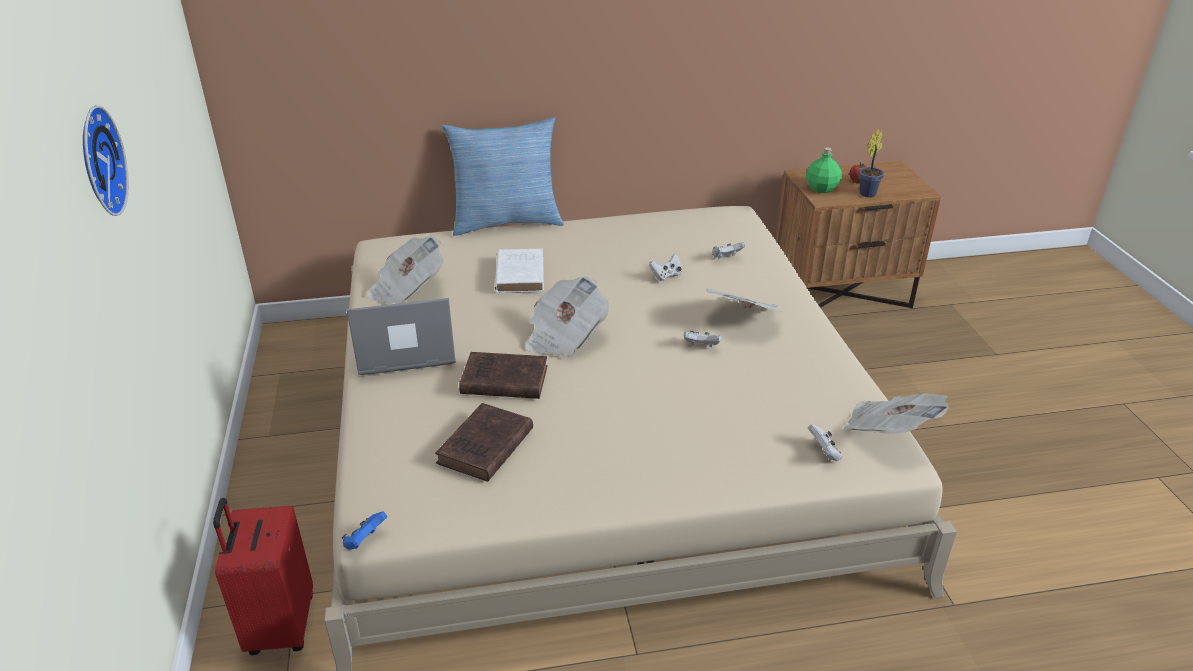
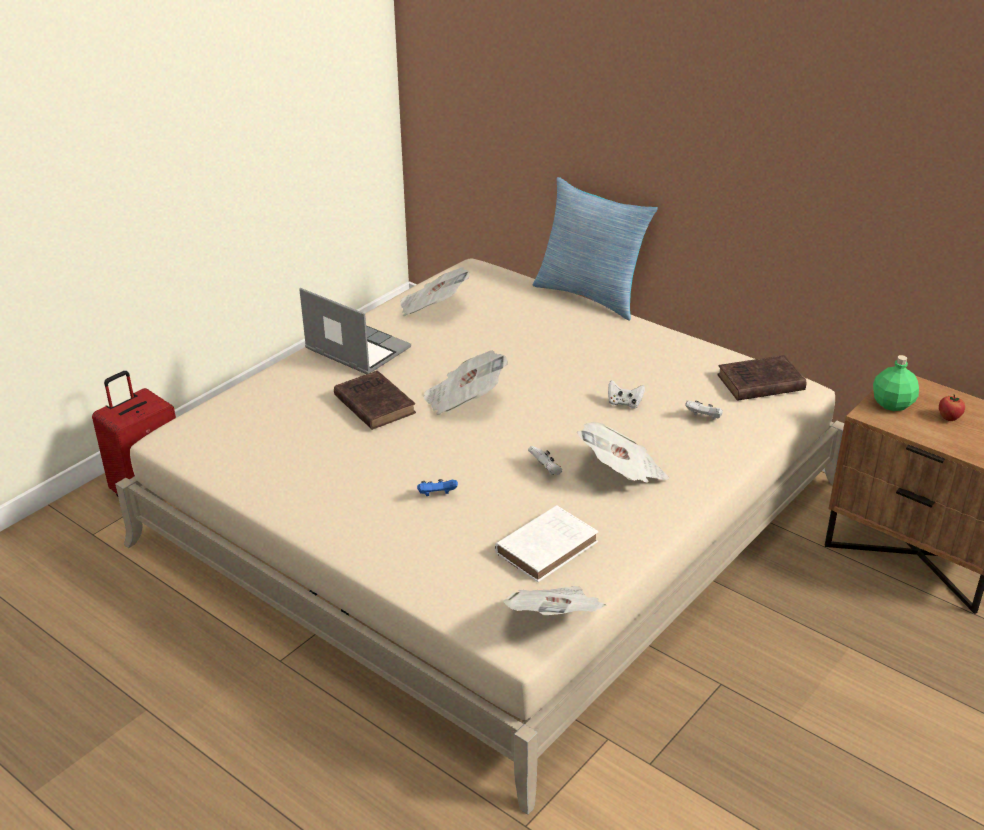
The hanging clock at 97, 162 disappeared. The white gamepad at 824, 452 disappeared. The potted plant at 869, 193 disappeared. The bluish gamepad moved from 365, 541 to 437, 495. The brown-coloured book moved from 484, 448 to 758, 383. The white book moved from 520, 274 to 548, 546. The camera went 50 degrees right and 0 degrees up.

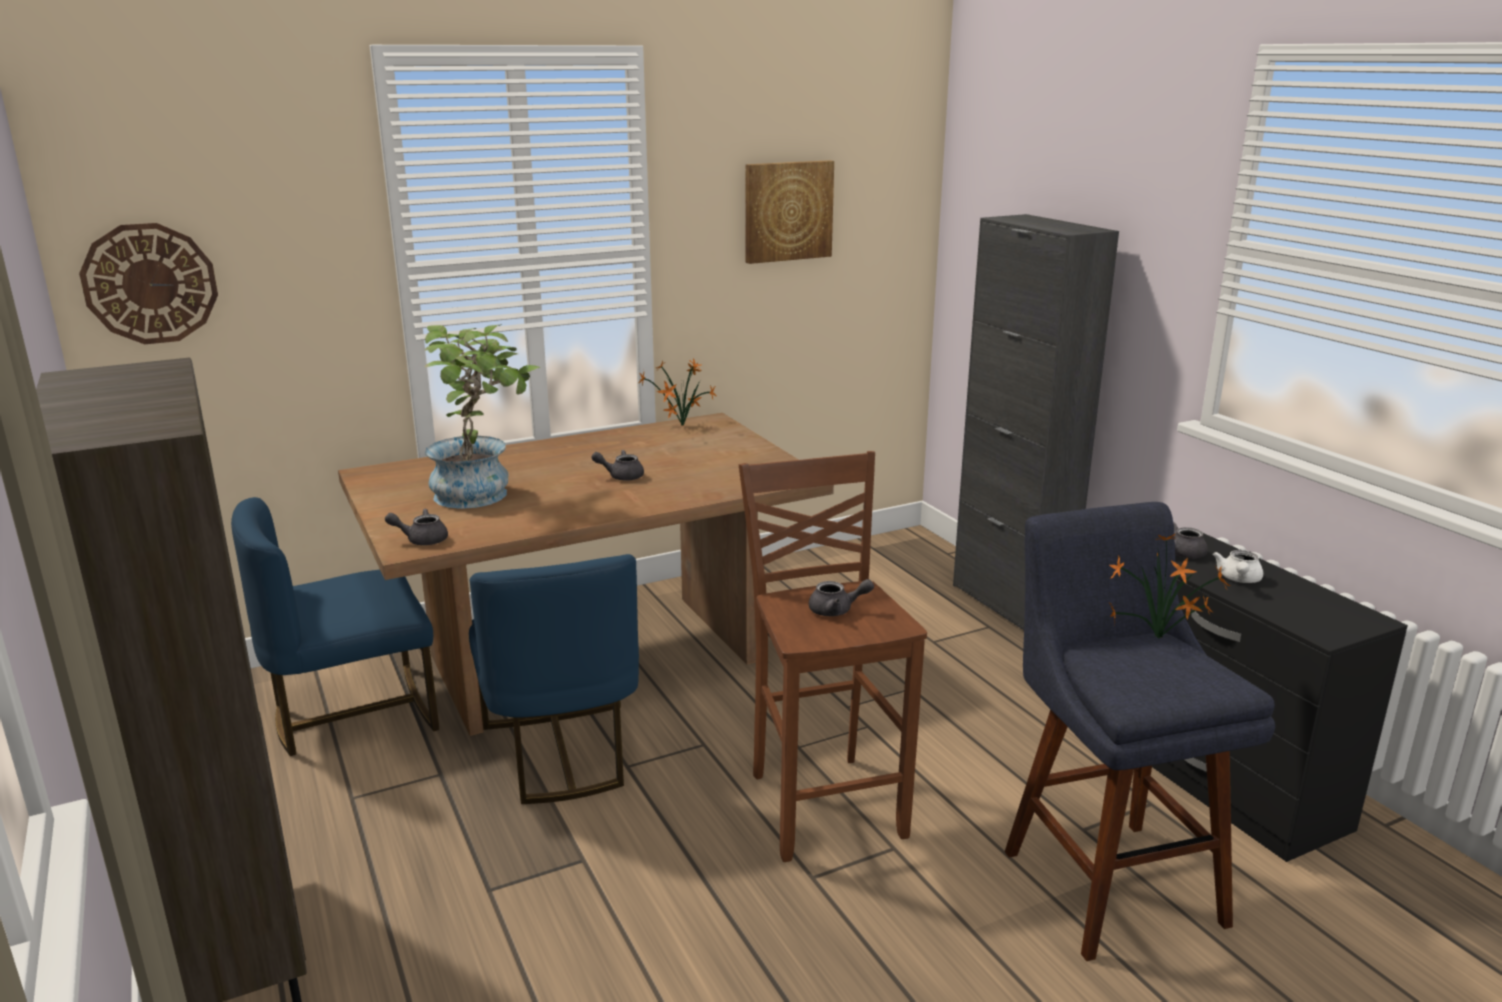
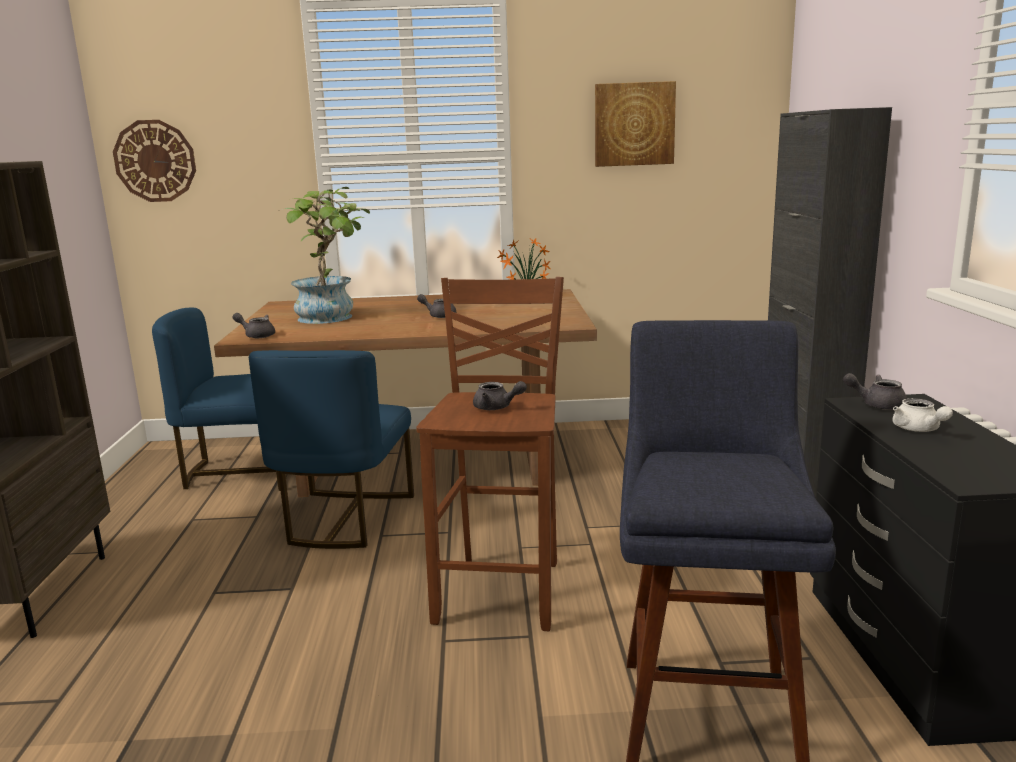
The potted plant at 1162, 639 disappeared. The white pot for tea at 1238, 579 turned 60 degrees counterclockwise. The camera went 25 degrees right and 5 degrees down.

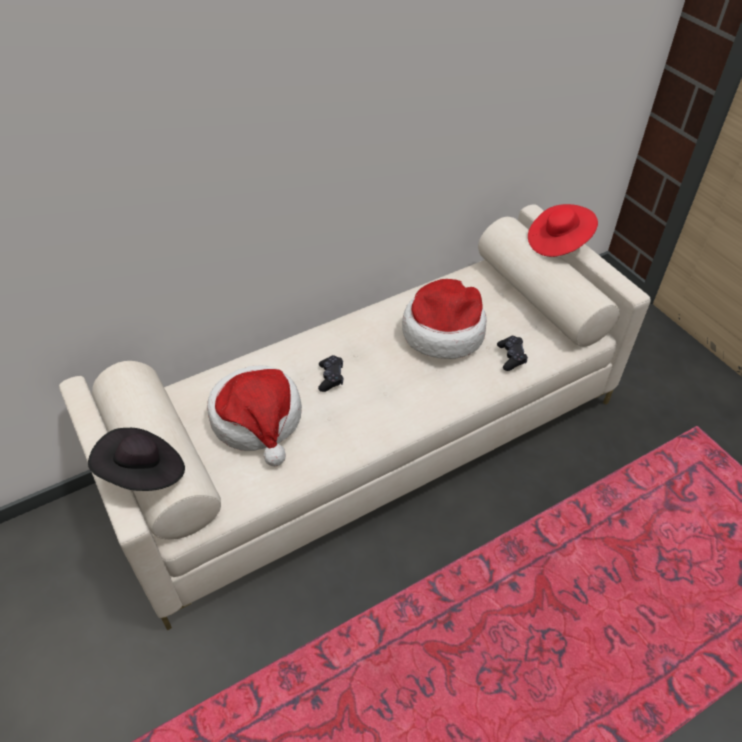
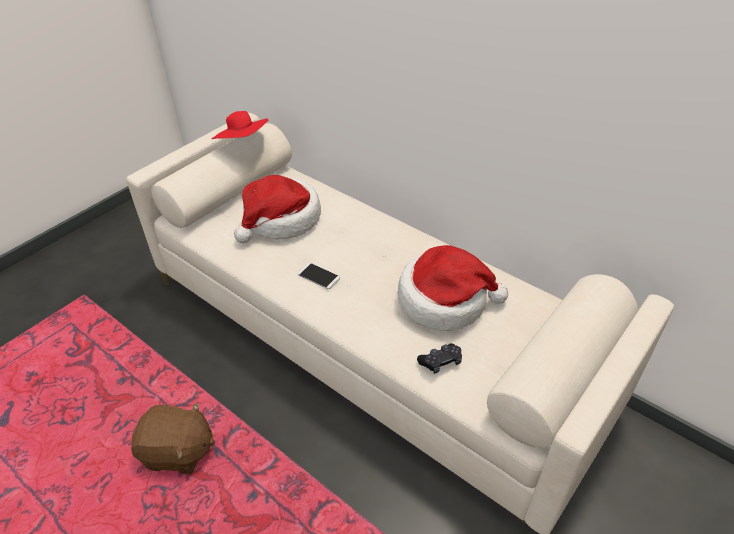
The black clothing hat at 144, 473 disappeared. The black gamepad at 331, 377 disappeared. The brown-coloured plush toy at 178, 452 appeared. The handset at 318, 276 appeared. The reddish clothing hat moved from 558, 243 to 243, 143. The camera went 70 degrees right and 5 degrees down.

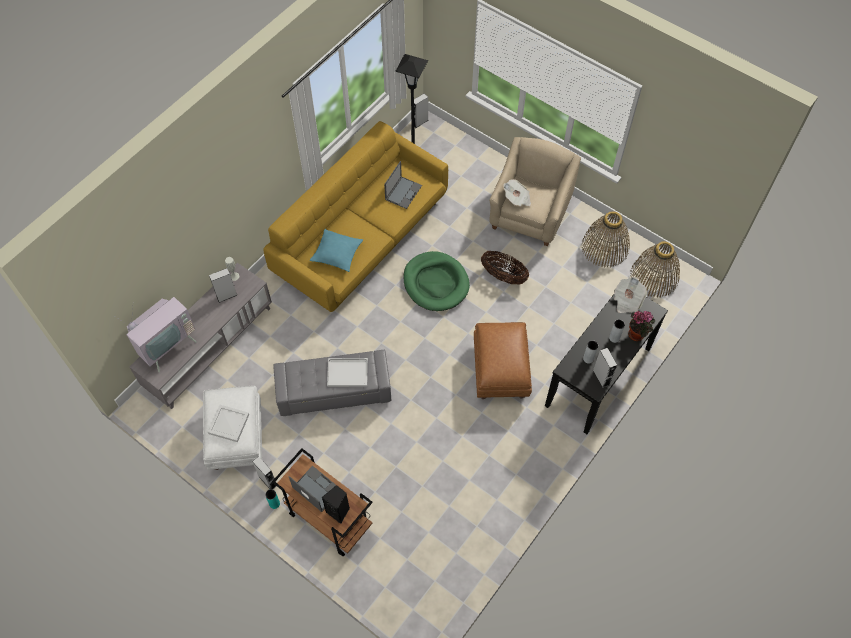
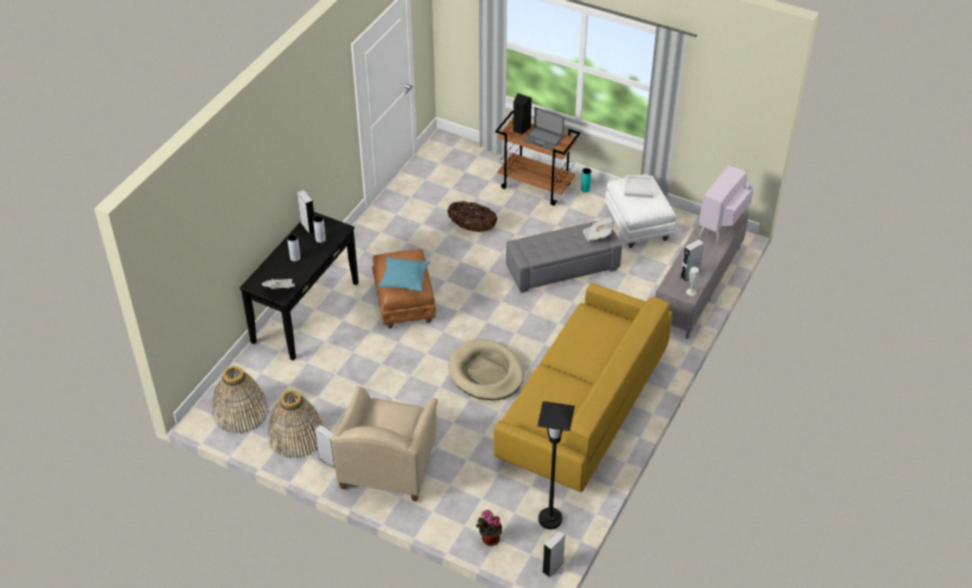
The white tray at 346, 373 disappeared. The portable computer at 403, 192 disappeared. The gray loudspeaker moved from 268, 481 to 329, 460. The blue-green throw pillow moved from 337, 253 to 404, 279. The basket moved from 503, 276 to 472, 227. The printed paper moved from 517, 199 to 597, 235. The potted plant moved from 637, 334 to 489, 539. The greenish dog cushion at 436, 283 became the beige-coloured dog cushion at 486, 373. The camera went 170 degrees right and 15 degrees down.

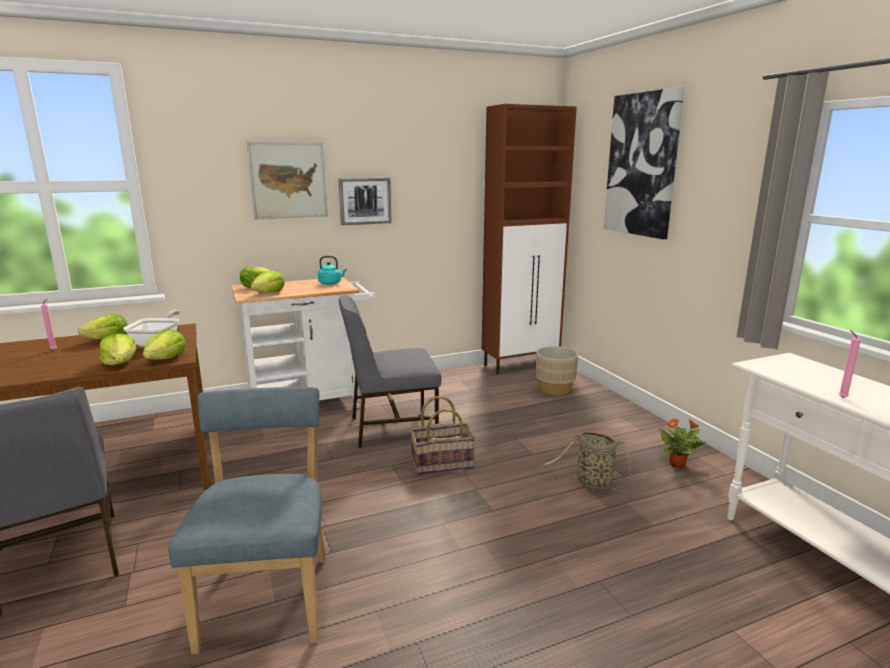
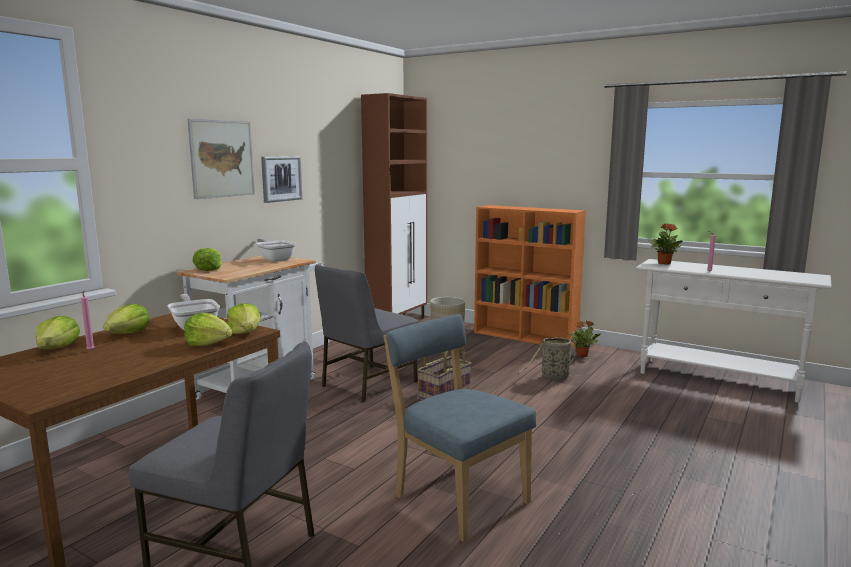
The wall art at 642, 165 disappeared. The orangey shelving unit at 526, 337 appeared. The potted plant at 664, 263 appeared. The head of lettuce moved from 269, 293 to 58, 348. The blue-green kettle at 331, 283 was replaced by the pan at 275, 259. The camera went 35 degrees left and 5 degrees down.

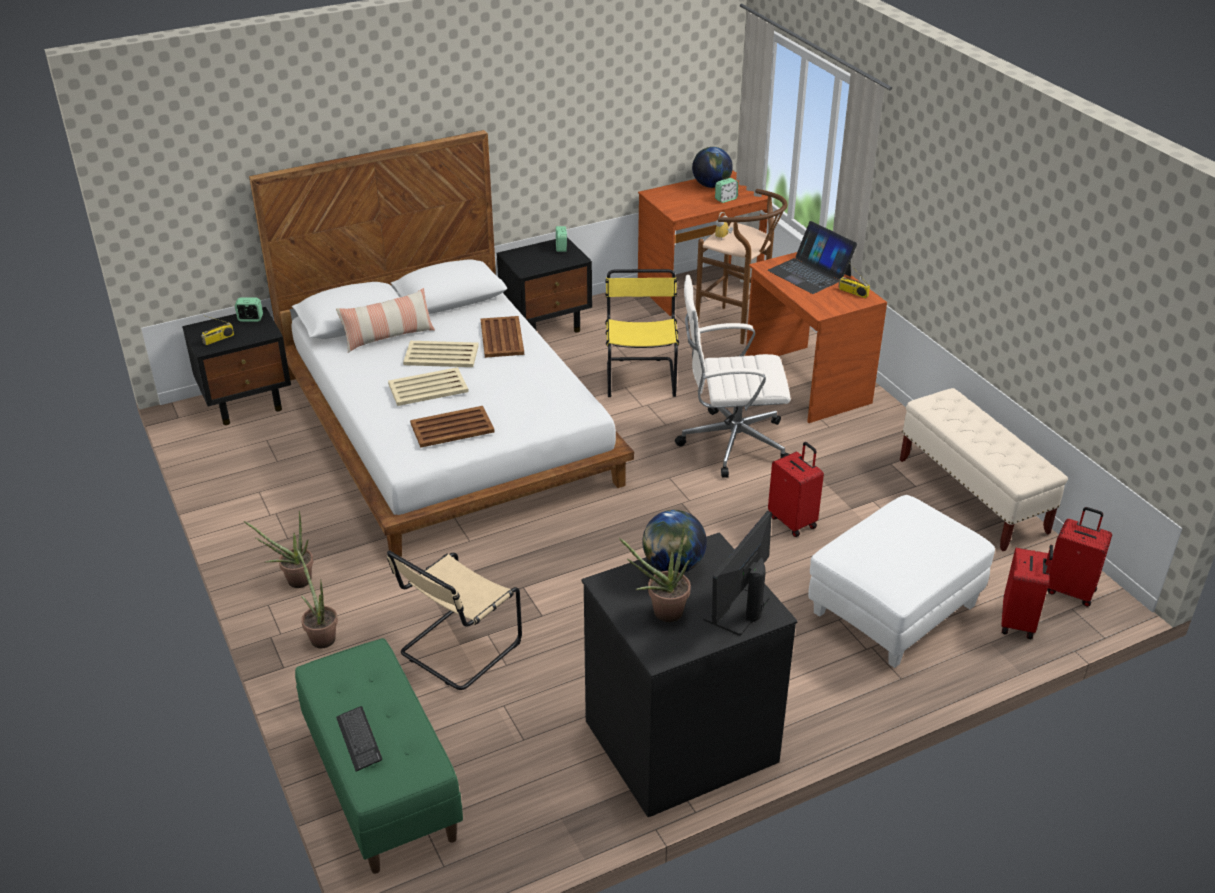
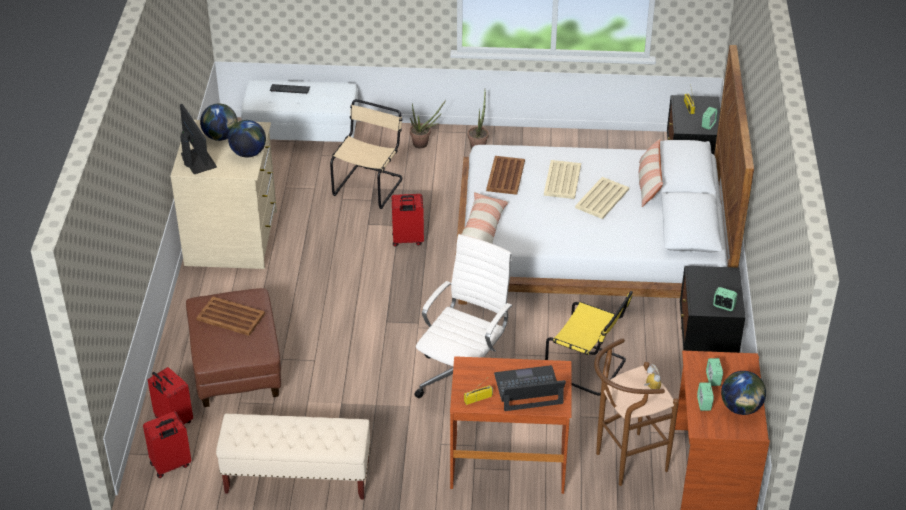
The throw pillow at 483, 227 appeared. The alarm clock at 713, 379 appeared. The brown-coloured tray moved from 502, 337 to 231, 317. The reddish travel case moved from 793, 521 to 407, 240. The potted plant at 661, 613 was replaced by the desk globe at 221, 136. The greenish indoor bench at 380, 783 became the white indoor bench at 303, 137. The black drawer chest at 679, 739 became the beige-coloured drawer chest at 233, 238. The white ottoman at 893, 610 became the brown-coloured ottoman at 236, 369. The beige-coloured chair at 457, 650 turned 45 degrees clockwise. The camera went 120 degrees right and 5 degrees up.

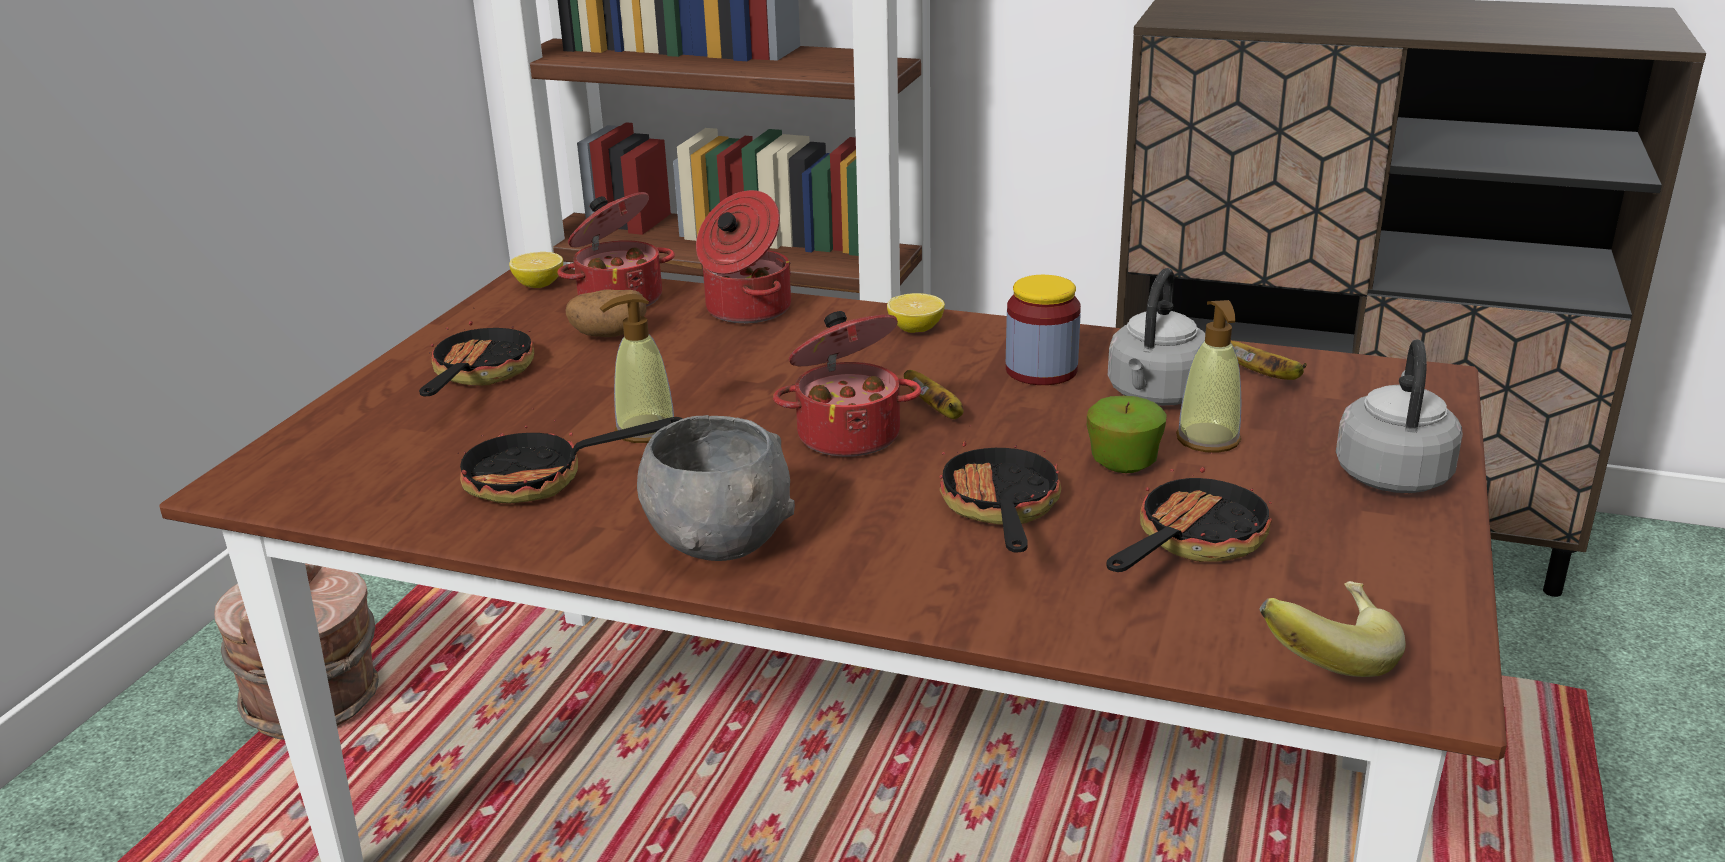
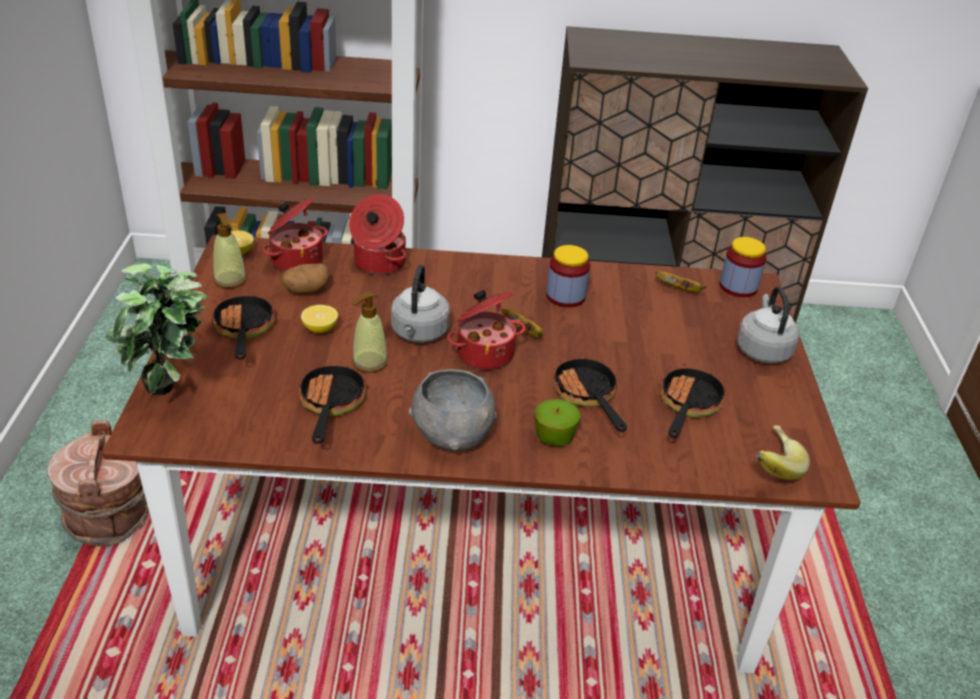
The potted plant at 173, 397 appeared. The storage jar at 738, 287 appeared. The lemon moved from 915, 329 to 320, 329. The whole apple moved from 1123, 463 to 554, 437. The gray kettle moved from 1156, 396 to 419, 333. The soap bottle moved from 1208, 439 to 230, 280. The pan at 543, 479 turned 120 degrees clockwise. The camera went 20 degrees left and 10 degrees up.

